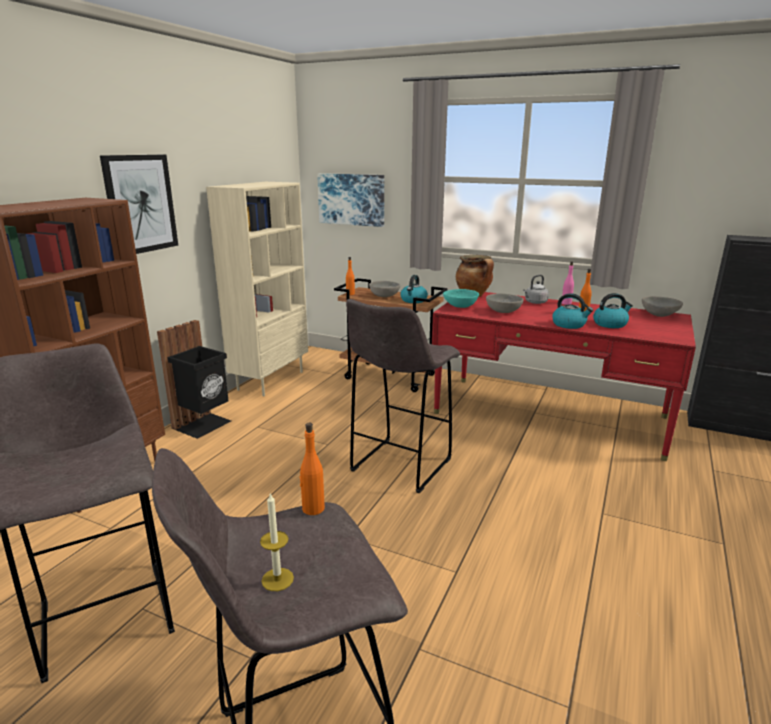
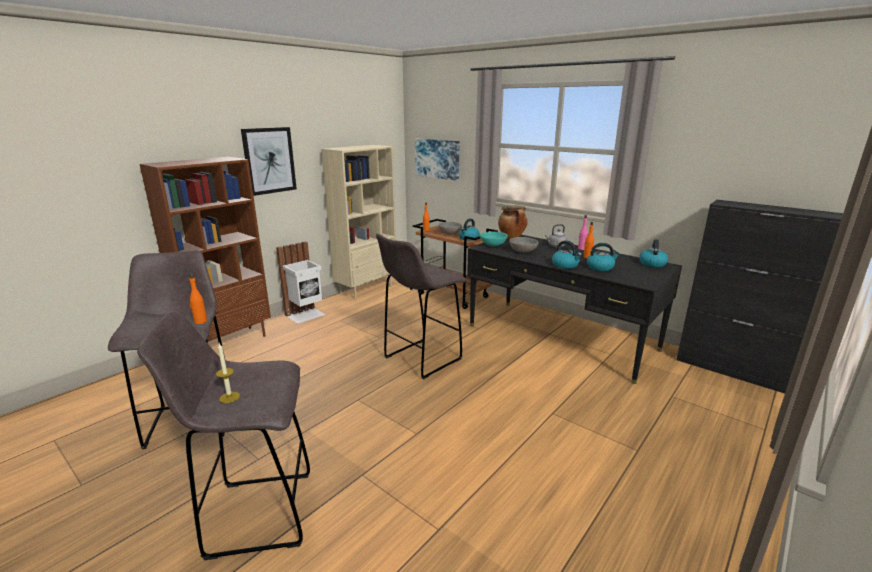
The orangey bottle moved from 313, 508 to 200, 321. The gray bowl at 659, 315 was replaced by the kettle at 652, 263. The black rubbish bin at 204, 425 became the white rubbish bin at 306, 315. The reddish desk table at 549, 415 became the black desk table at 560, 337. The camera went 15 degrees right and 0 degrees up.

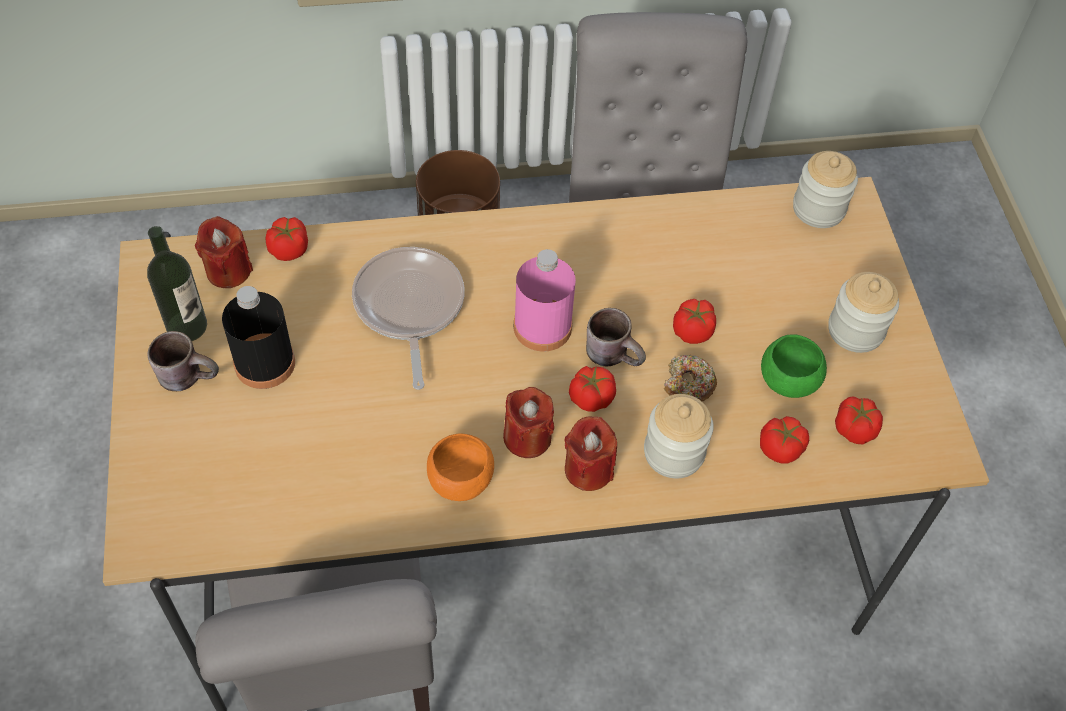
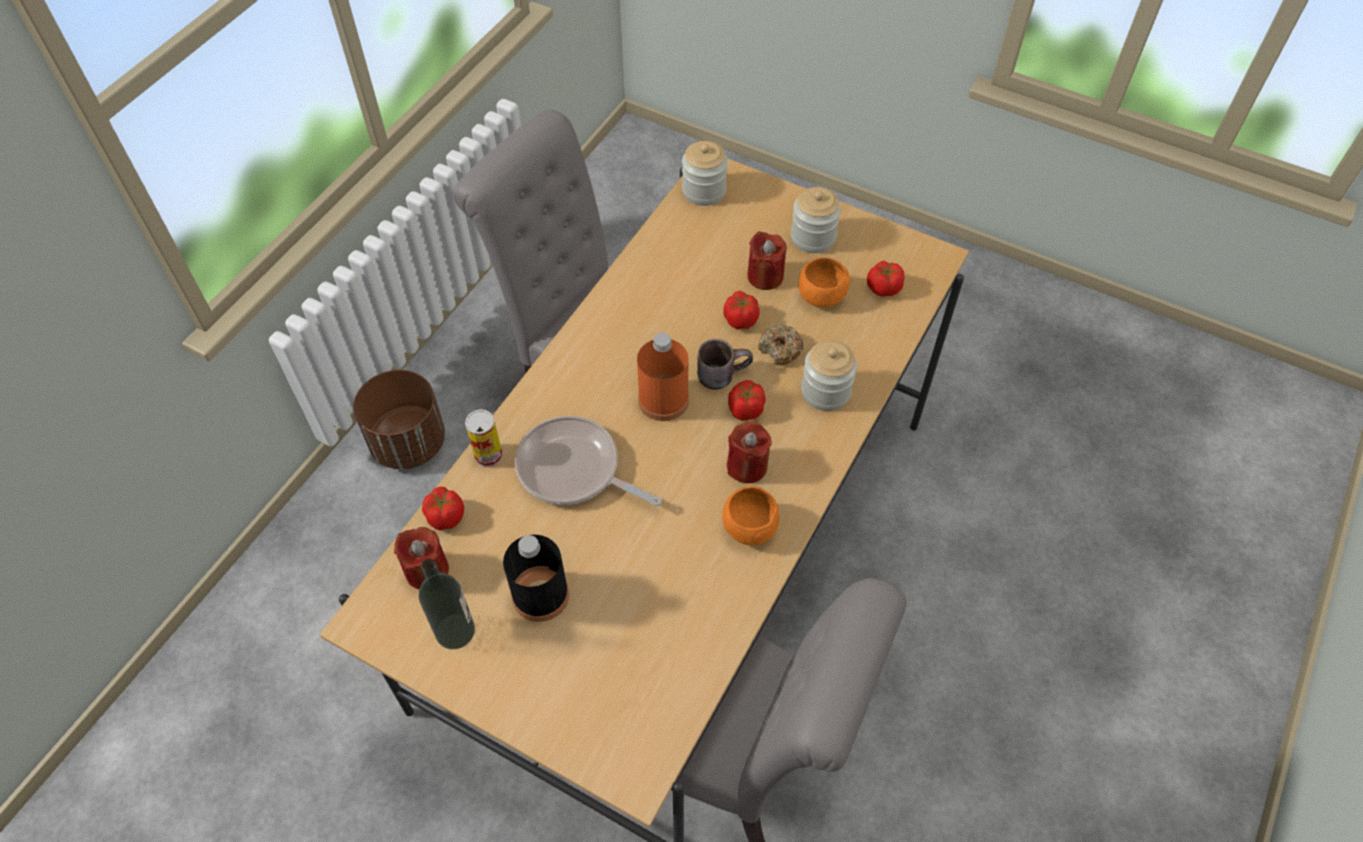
The brown-coloured coffee mug at 189, 374 disappeared. The whole tomato at 780, 448 disappeared. The sealed can at 488, 455 appeared. The reddish wax light moved from 588, 469 to 765, 276. The pinkish bottle at 542, 327 became the orangey bottle at 663, 400. The greenish bowl at 788, 380 became the orangey bowl at 821, 296. The camera went 50 degrees left and 0 degrees up.

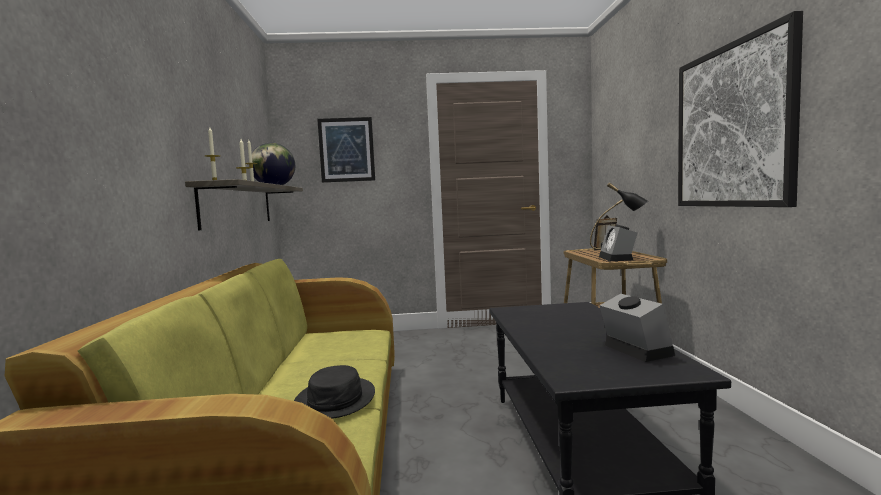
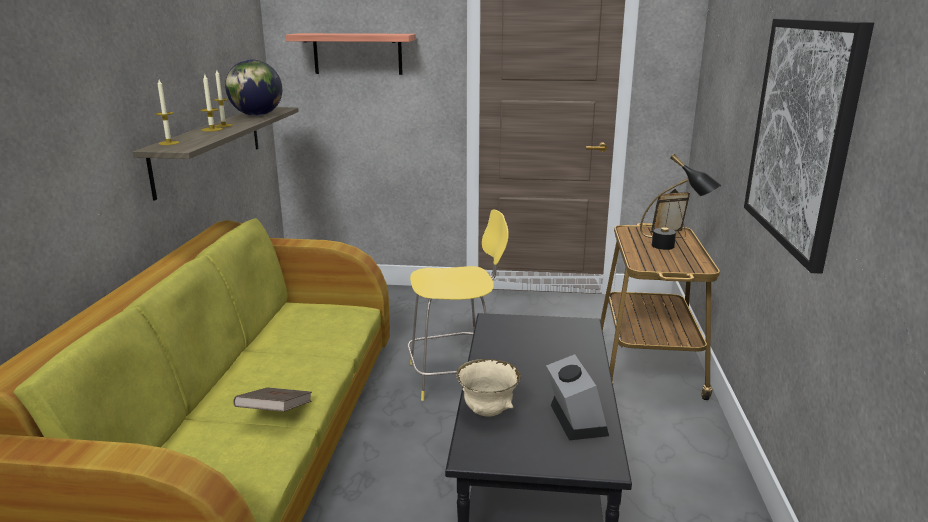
The alarm clock at 618, 258 disappeared. The yellow stool at 454, 377 appeared. The beige-coloured bowl at 488, 412 appeared. The black clothing hat at 335, 399 was replaced by the brown-coloured book at 276, 414. The wall art at 346, 150 was replaced by the wall shelf at 357, 54. The camera went 10 degrees right and 15 degrees up.

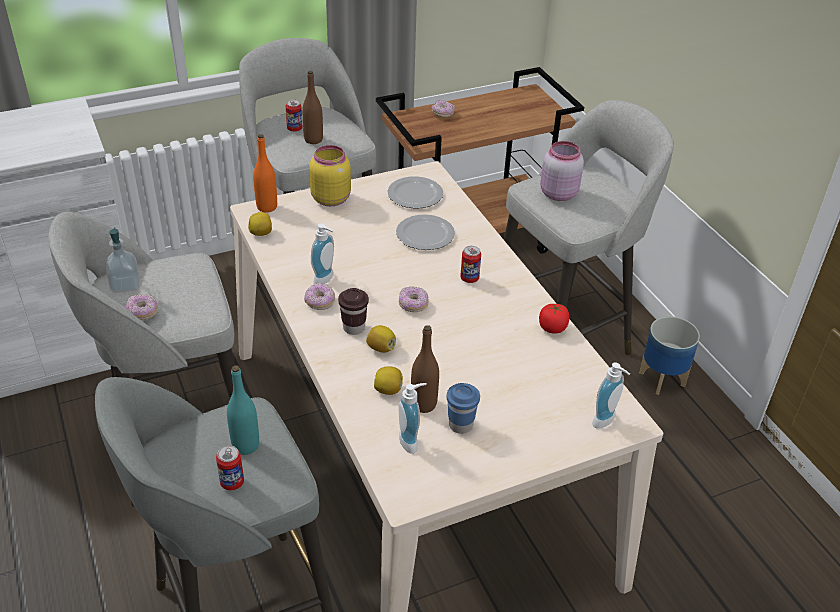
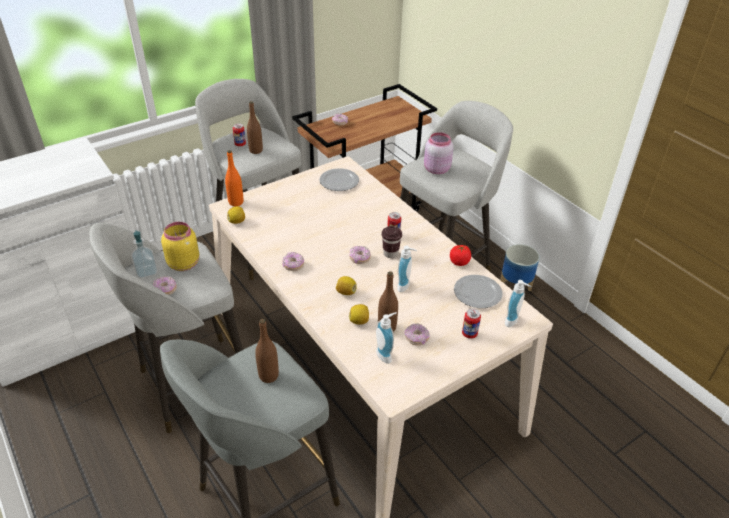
The sealed can moved from 232, 482 to 469, 334. The yellow storage jar moved from 330, 198 to 183, 263. The soap bottle moved from 326, 280 to 405, 286. The brown-coloured drinking cup moved from 354, 328 to 390, 253. The plate moved from 424, 234 to 476, 293. The bluish drinking cup at 460, 425 was replaced by the donut at 416, 338. The blue-green bottle at 245, 445 became the brown-coloured bottle at 268, 376. The camera went 10 degrees left and 0 degrees up.

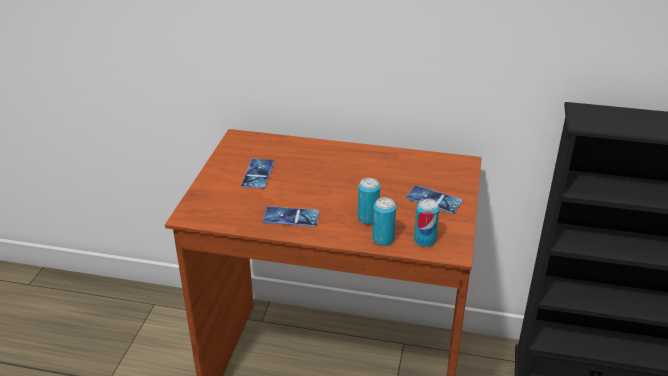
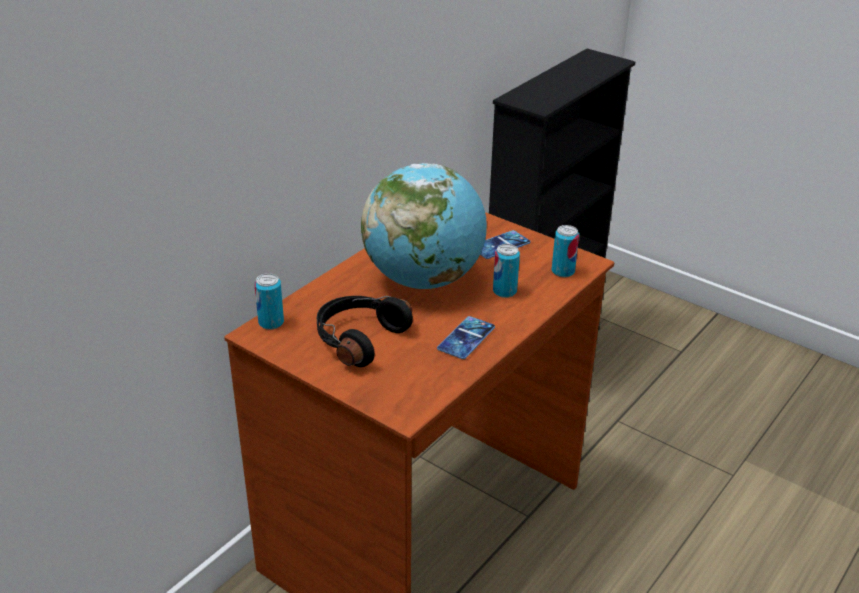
The desk globe at 424, 279 appeared. The sealed can moved from 383, 239 to 271, 322. The handset at 258, 174 was replaced by the black pair of headphones at 358, 339. The camera went 65 degrees left and 0 degrees up.

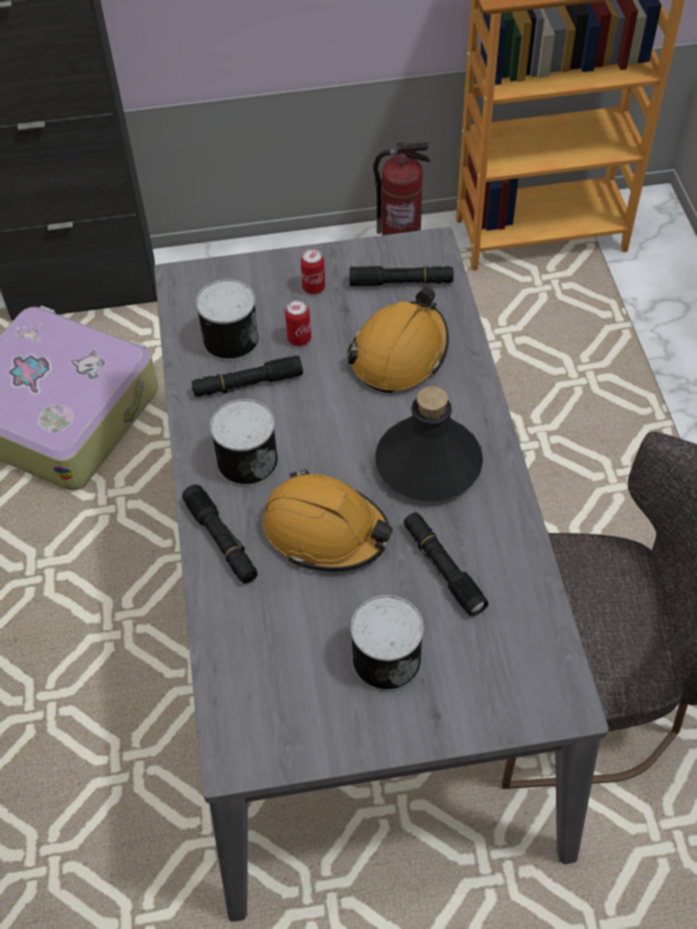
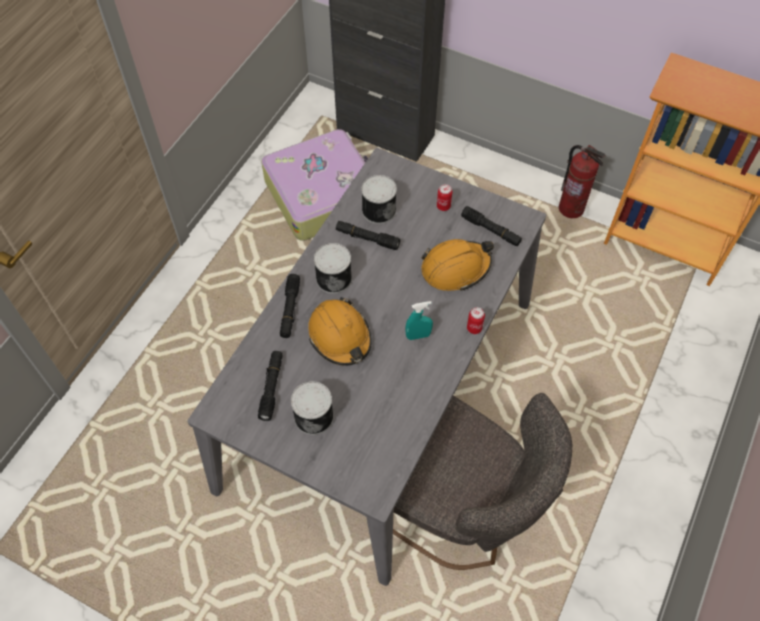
The sealed can moved from 299, 339 to 474, 328. The black torch moved from 443, 568 to 271, 387. The black bottle at 429, 464 was replaced by the blue-green hand sprayer at 418, 335. The camera went 35 degrees right and 5 degrees up.

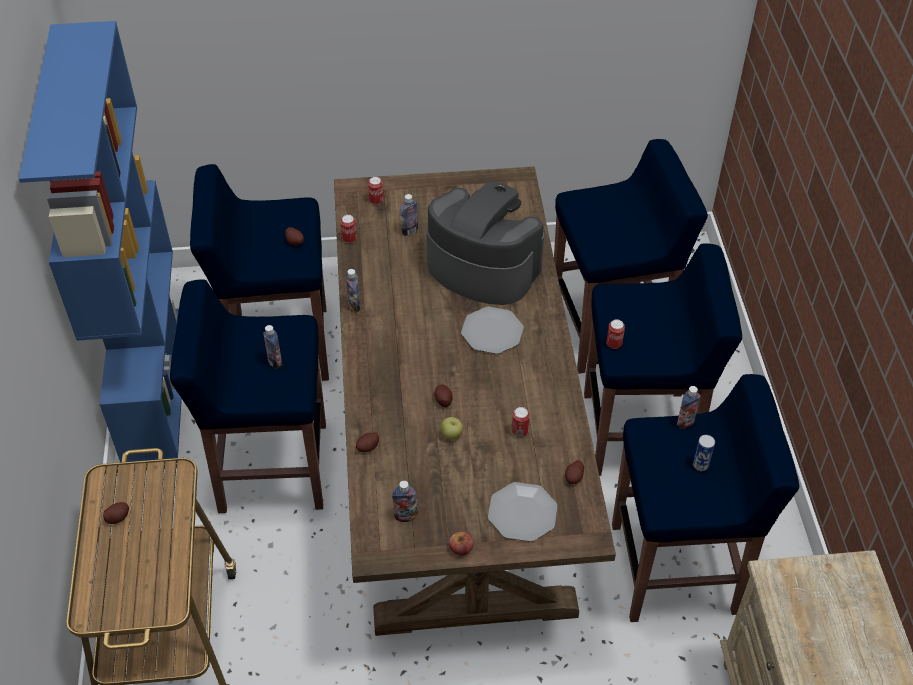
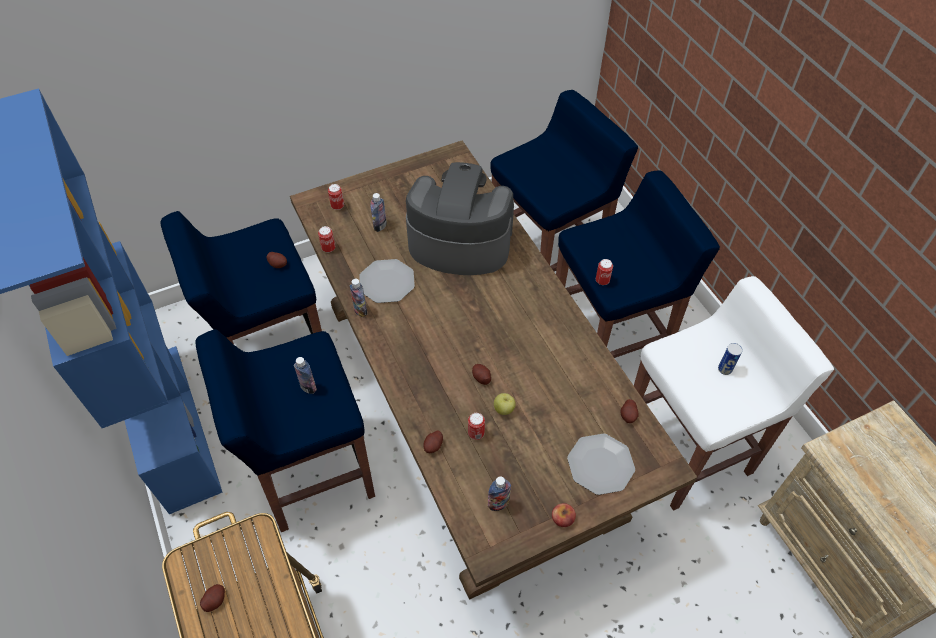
The bottle at 685, 422 disappeared. The plate moved from 492, 331 to 387, 282. The sealed can moved from 519, 431 to 476, 433. The bluish stool at 677, 569 became the white stool at 688, 450. The camera went 20 degrees left and 5 degrees up.

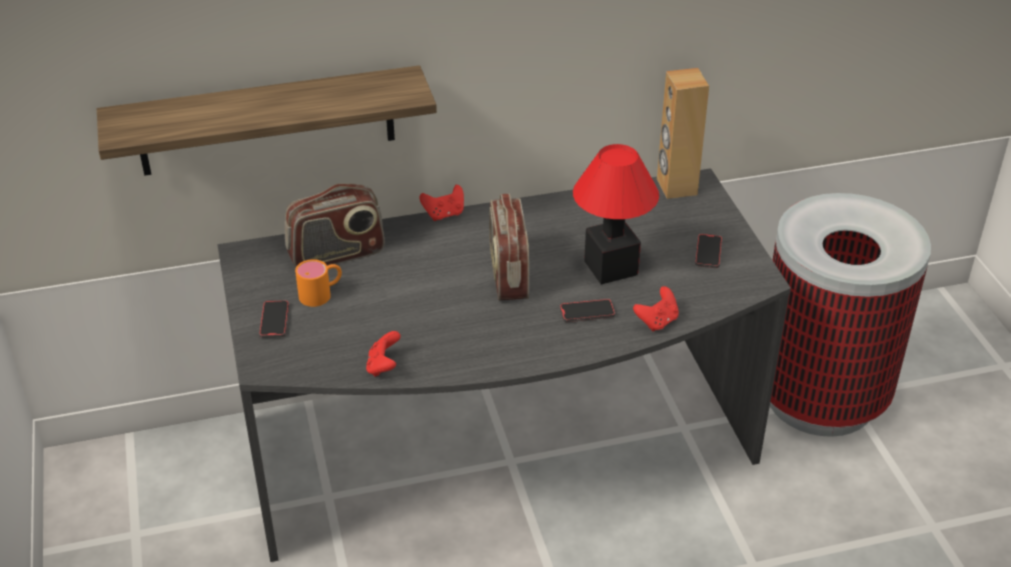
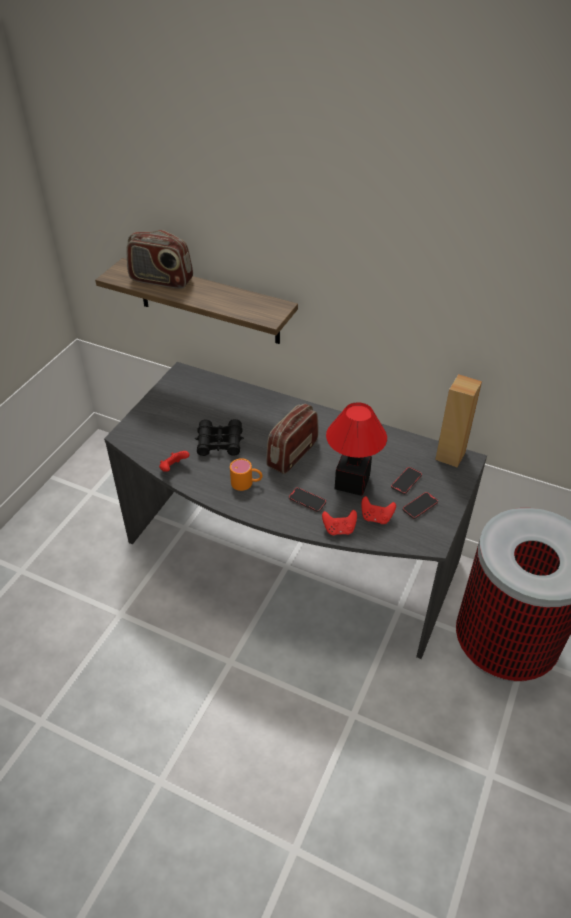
The black pair of binoculars at 219, 443 appeared. The handset moved from 274, 321 to 406, 481. The radio moved from 336, 255 to 161, 280. The orangey coffee mug moved from 321, 293 to 246, 483. The reddish gamepad moved from 444, 214 to 376, 518. The camera went 40 degrees right and 5 degrees up.

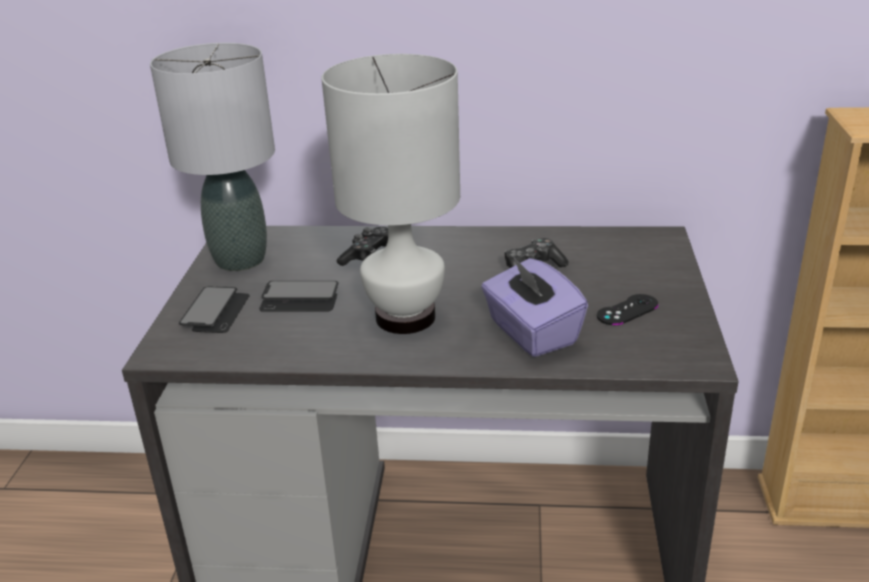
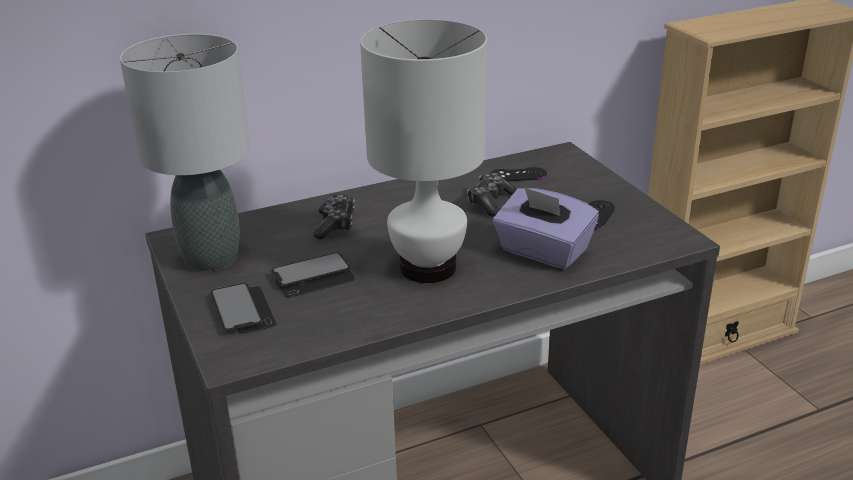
The black gamepad at 518, 175 appeared. The camera went 30 degrees left and 0 degrees up.

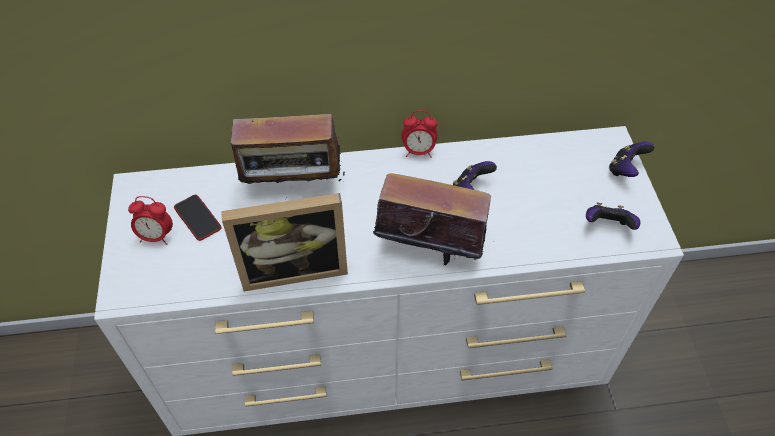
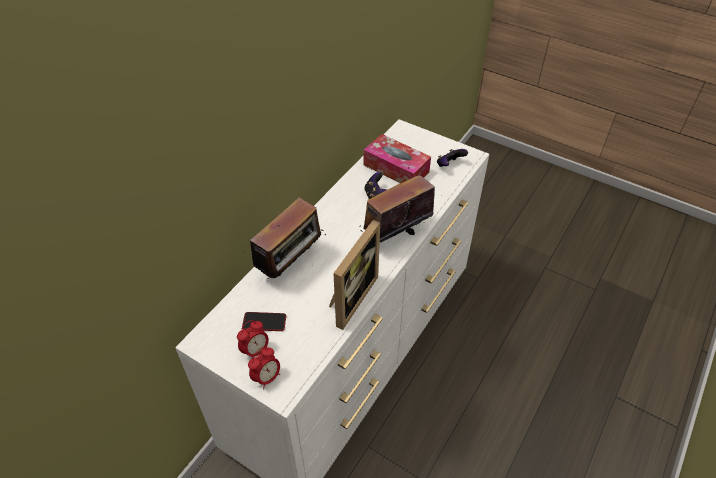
The gamepad at 625, 169 disappeared. The tissue box at 396, 168 appeared. The alarm clock moved from 418, 151 to 267, 377. The camera went 50 degrees left and 5 degrees down.

